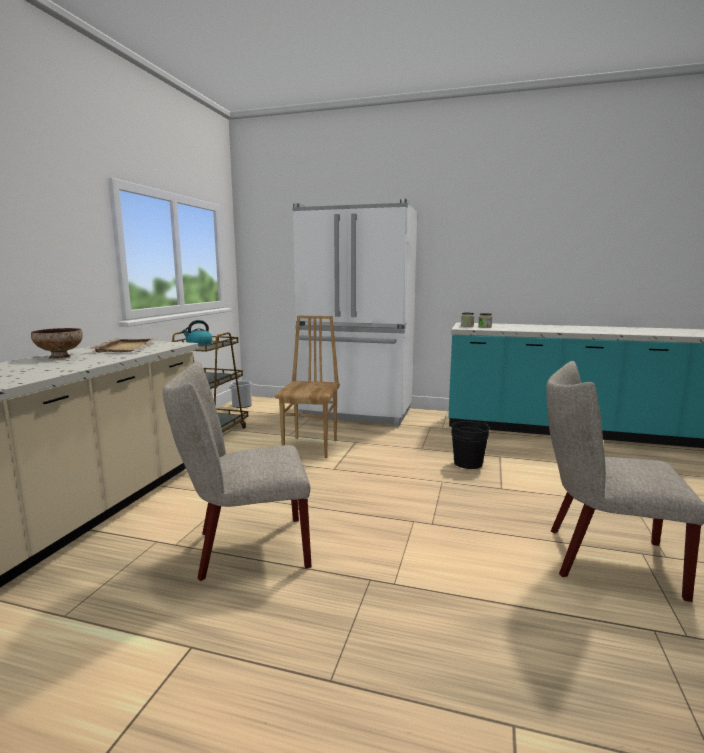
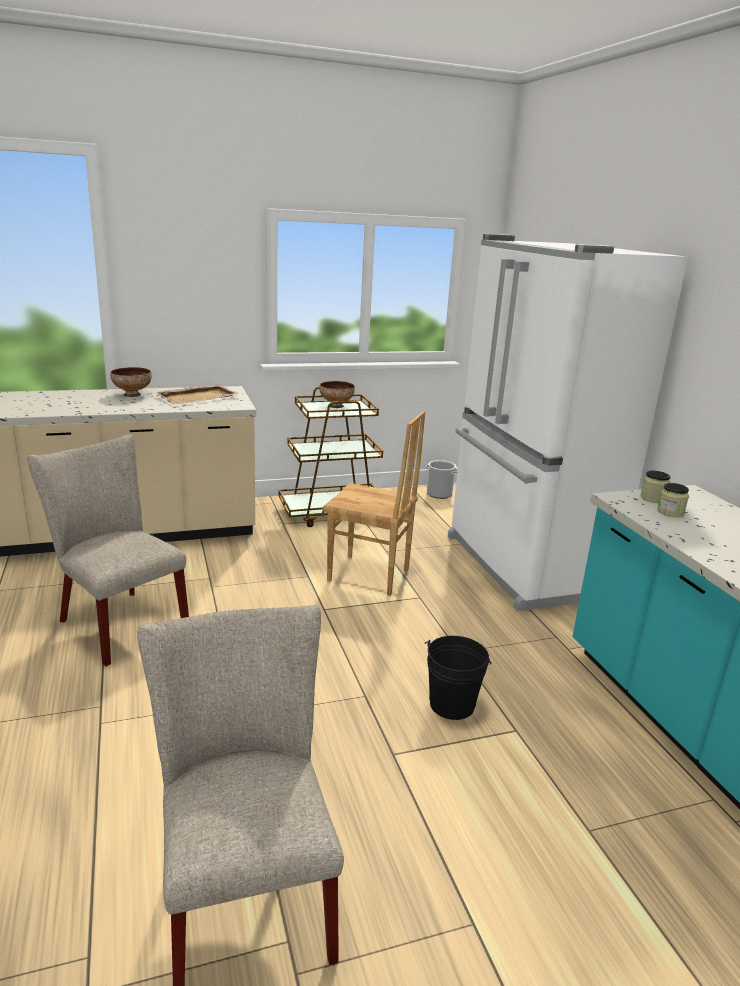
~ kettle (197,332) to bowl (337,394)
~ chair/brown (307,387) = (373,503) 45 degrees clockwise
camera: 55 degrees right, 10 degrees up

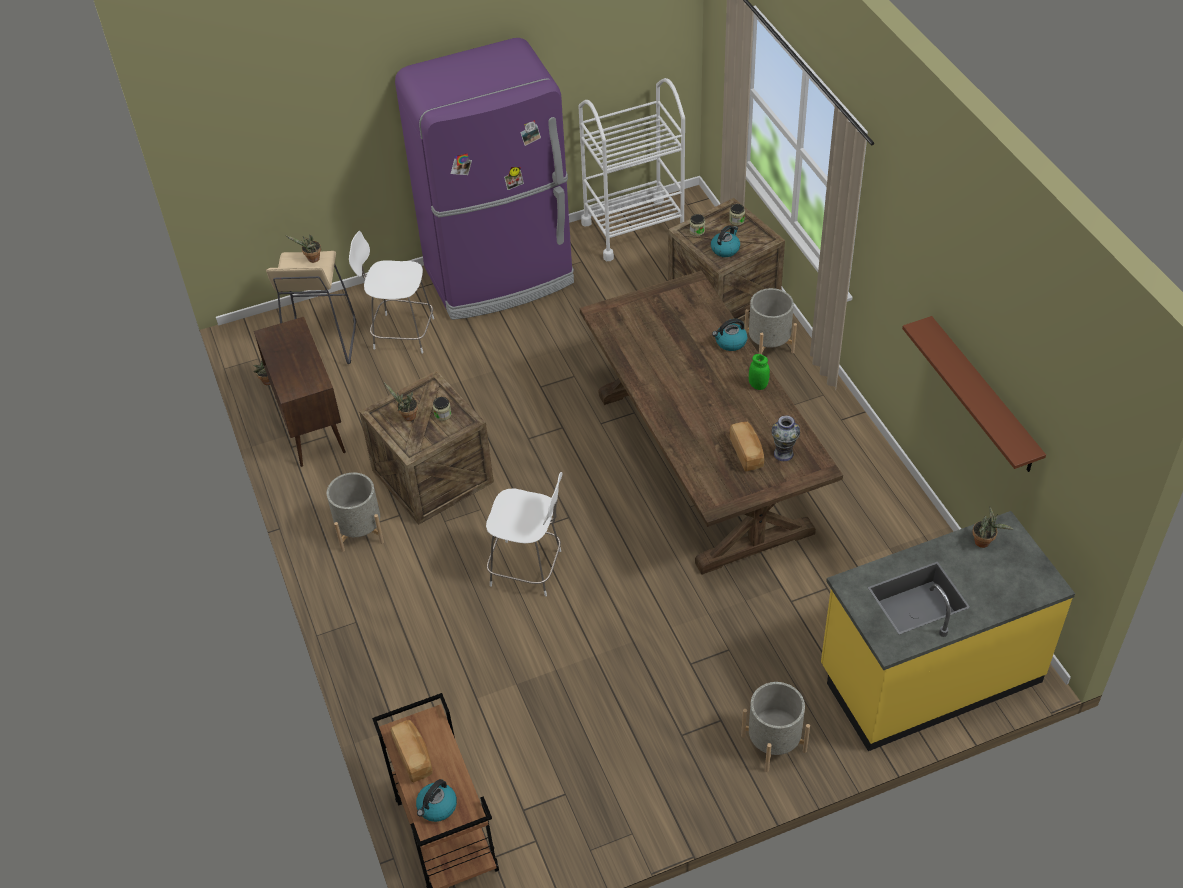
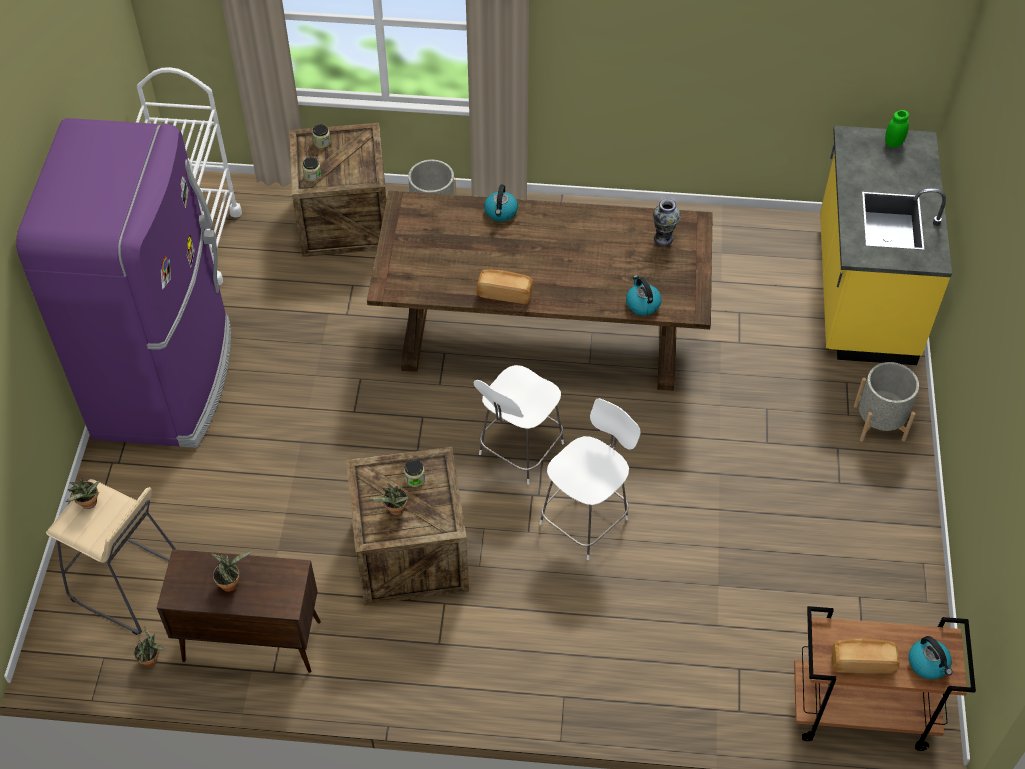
~ potted plant (992,527) to (230,572)
~ stool/white (391,292) to (519,425)
~ bread (747,447) to (505,287)
~ kettle (725,241) to (644,295)
~ jar/green (759,372) to (897,129)
- planter/grey (355,512)
- shelf/brown (974,394)
camera: 65 degrees left, 5 degrees up

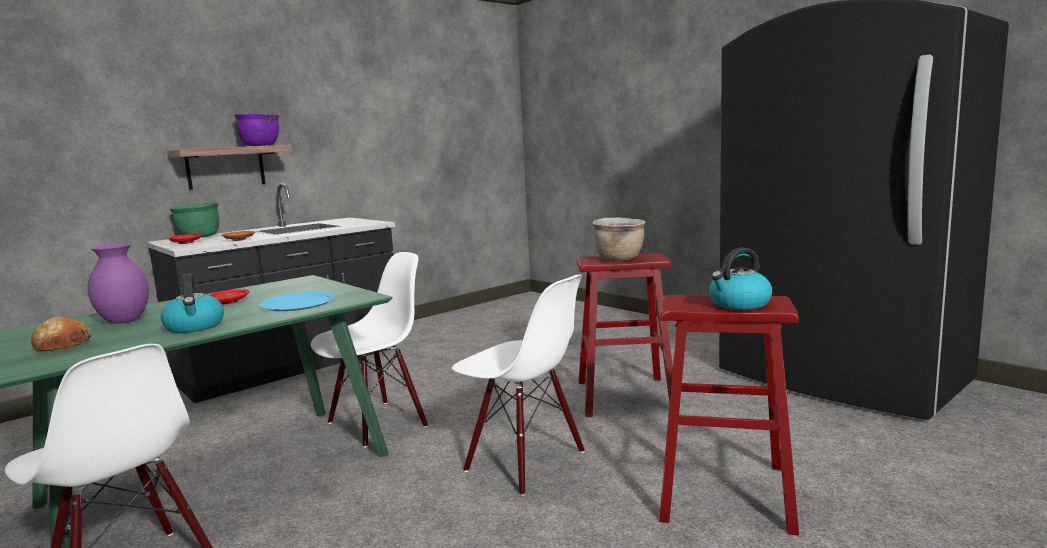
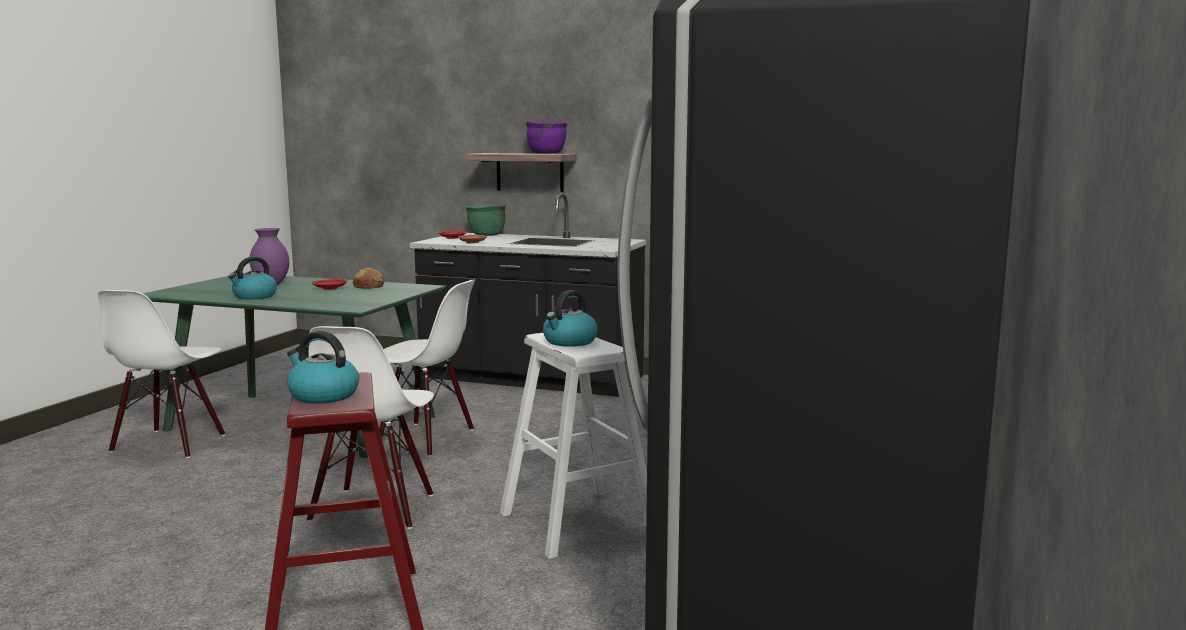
~ bread (61,334) to (368,278)
~ stool/red (624,335) to stool/white (573,446)
~ cooking pot/brown (619,239) to kettle (570,318)
- plate/blue (297,301)
camera: 60 degrees right, 0 degrees up

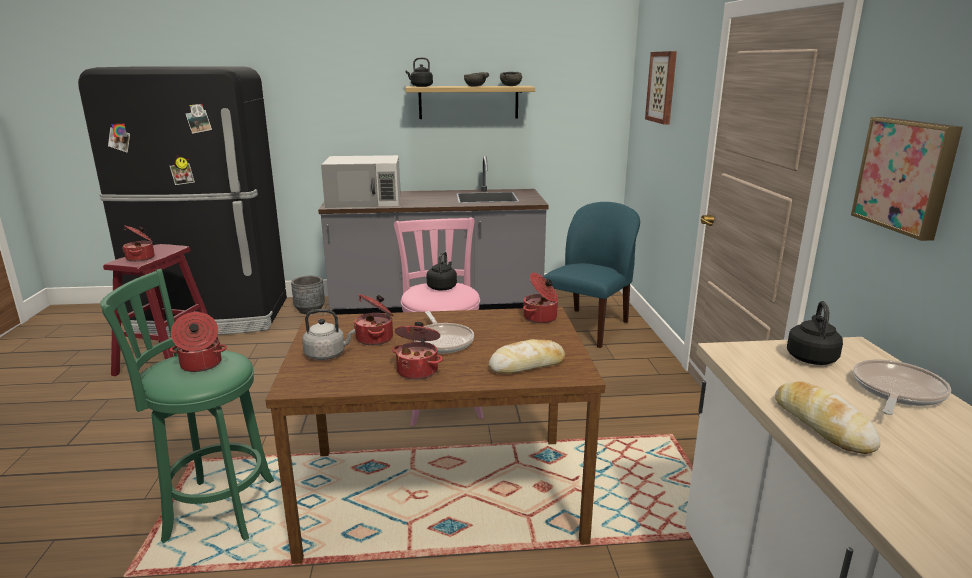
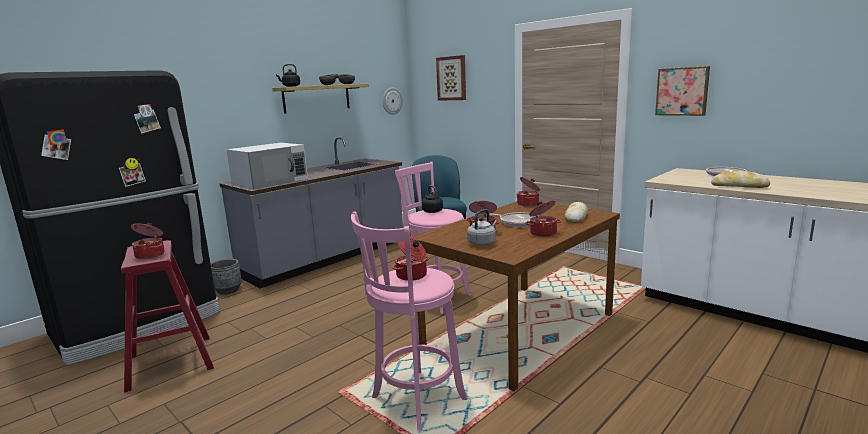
~ stool/green (187,406) to stool/pink (409,321)
+ wall clock (393,101)
- kettle/black (815,333)
camera: 40 degrees left, 5 degrees down

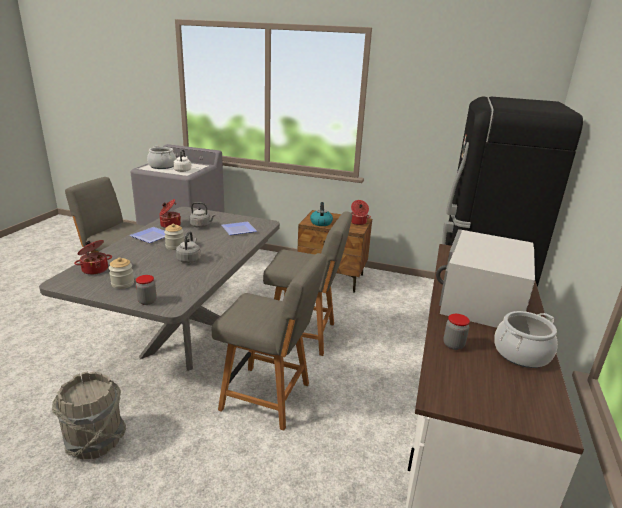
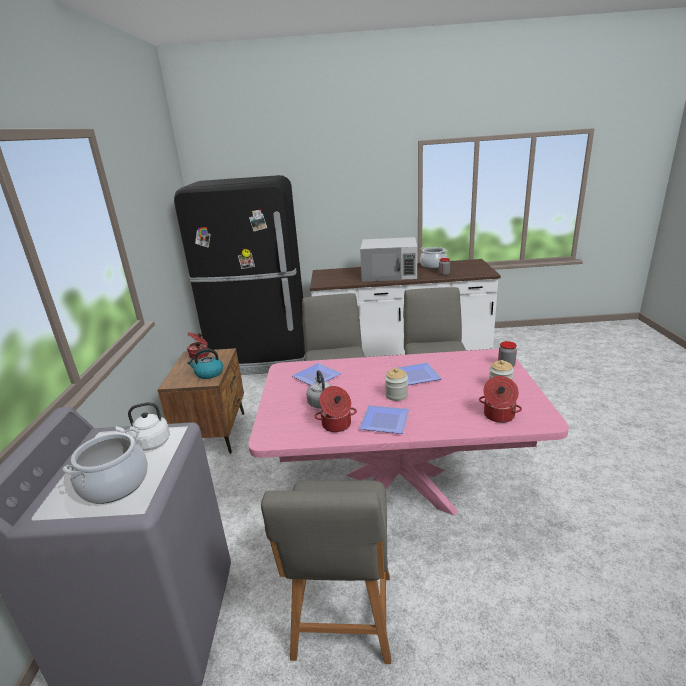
~ dining table/grey (159,289) to dining table/pink (409,432)
~ kettle/grey (188,247) to plate (420,374)
- bucket/grey (89,415)
camera: 105 degrees left, 0 degrees up

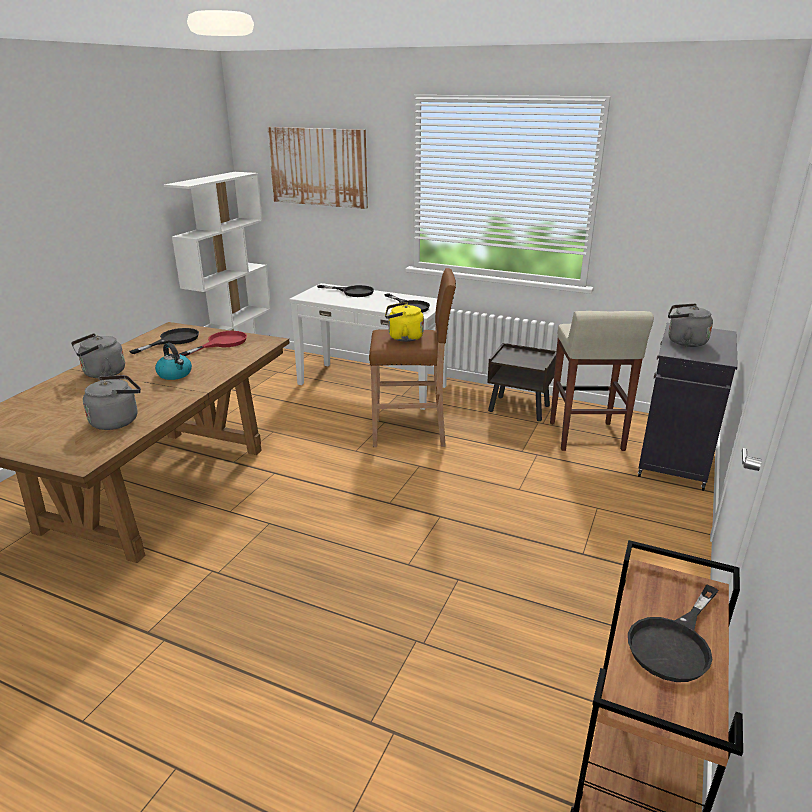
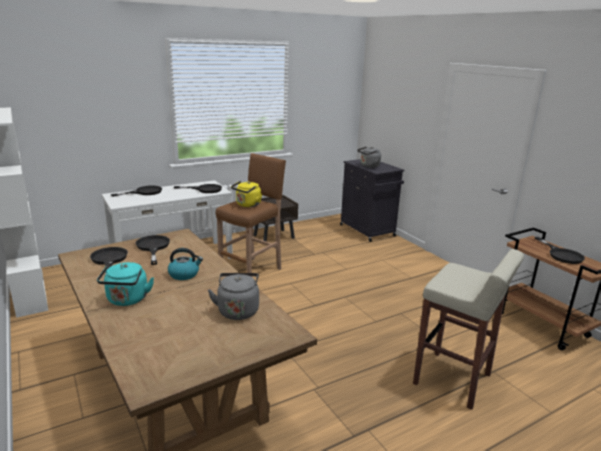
~ kettle/grey (98,355) to kettle/turquoise (125,284)
~ frying pan/red (213,343) to frying pan/black (153,250)
~ stool/beige (602,381) to (468,329)
- picture (317,168)
camera: 55 degrees left, 5 degrees down

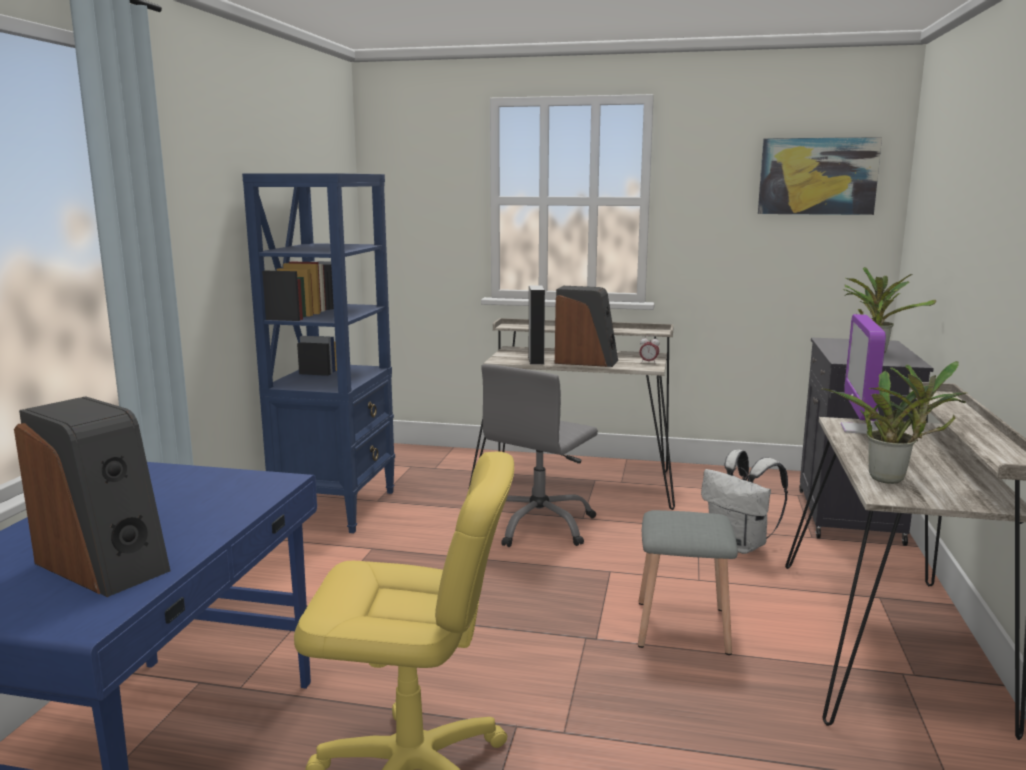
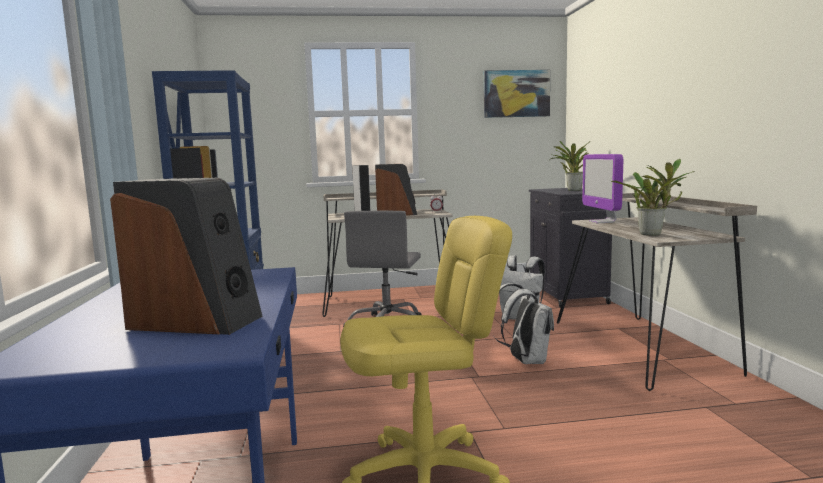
~ stool/grey (688,582) to backpack/white (523,323)
camera: 20 degrees left, 5 degrees down

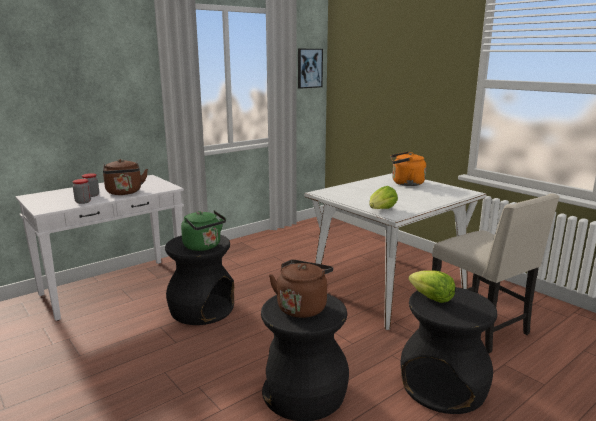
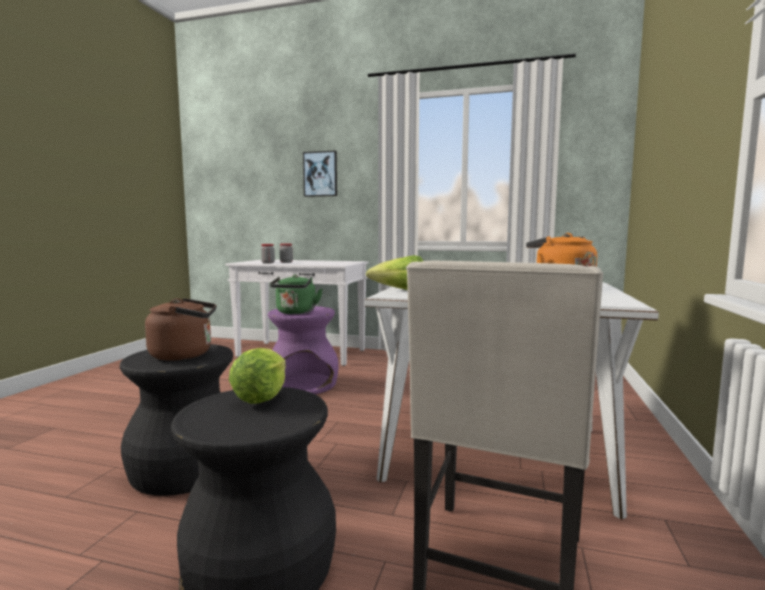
~ stool/black (199,280) to stool/purple (303,350)
~ picture (310,69) to (320,174)
- kettle/brown (125,177)
camera: 55 degrees right, 10 degrees down

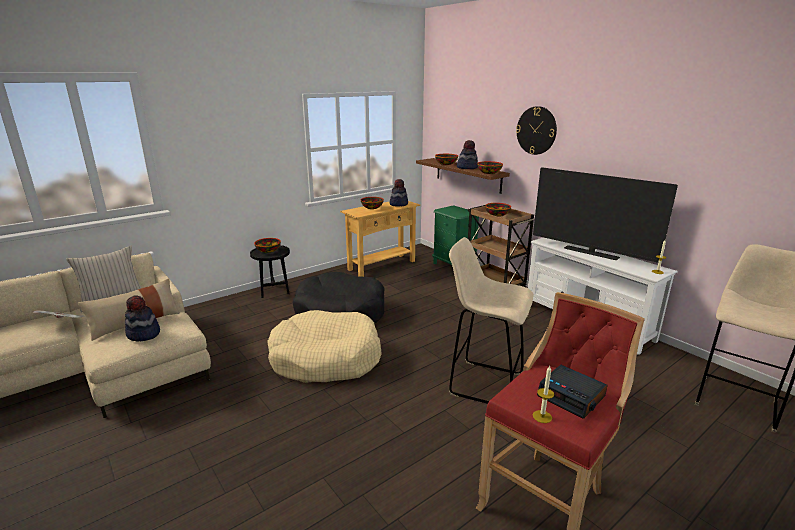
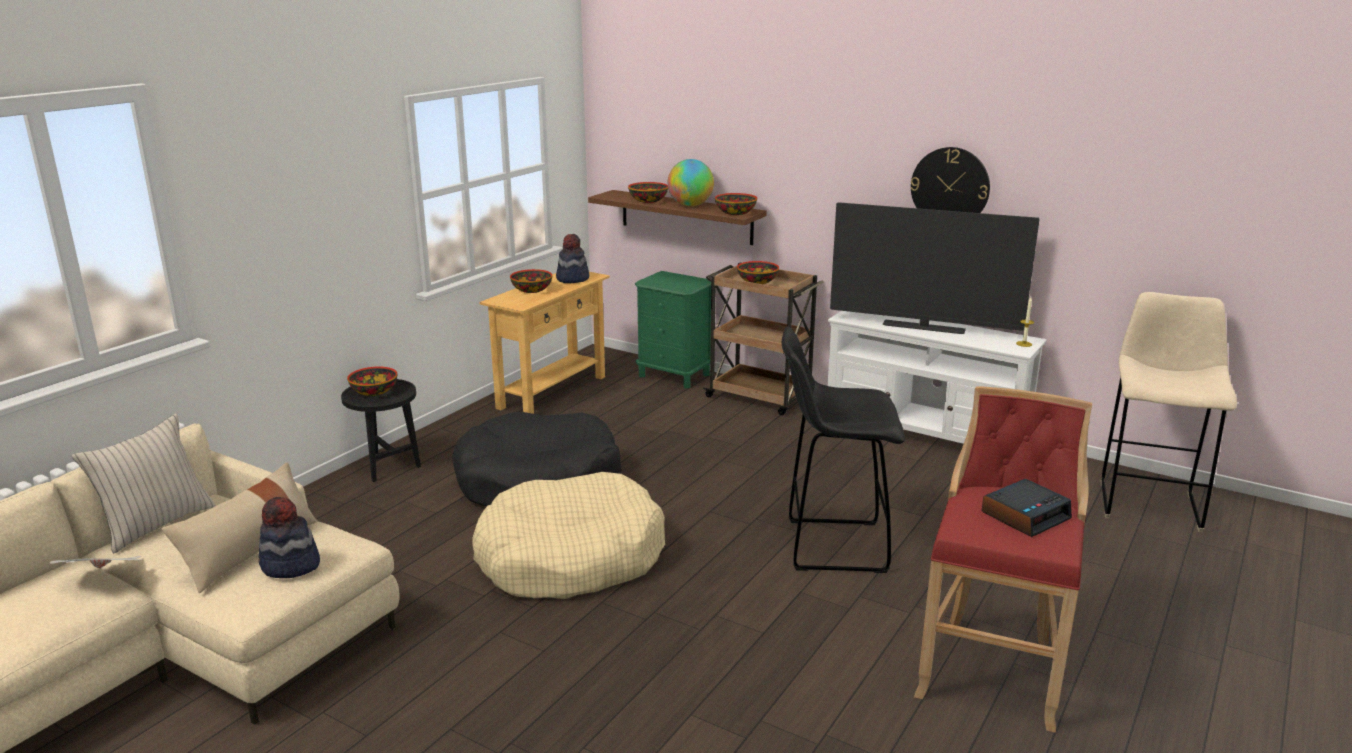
~ hat (467,154) to globe (691,182)
~ stool/beige (491,320) to stool/black (843,449)
~ wall clock (536,130) to (950,180)
~ alarm clock (572,392) = (1027,508) 60 degrees counterclockwise
- candle (543,394)
camera: 20 degrees left, 0 degrees up

